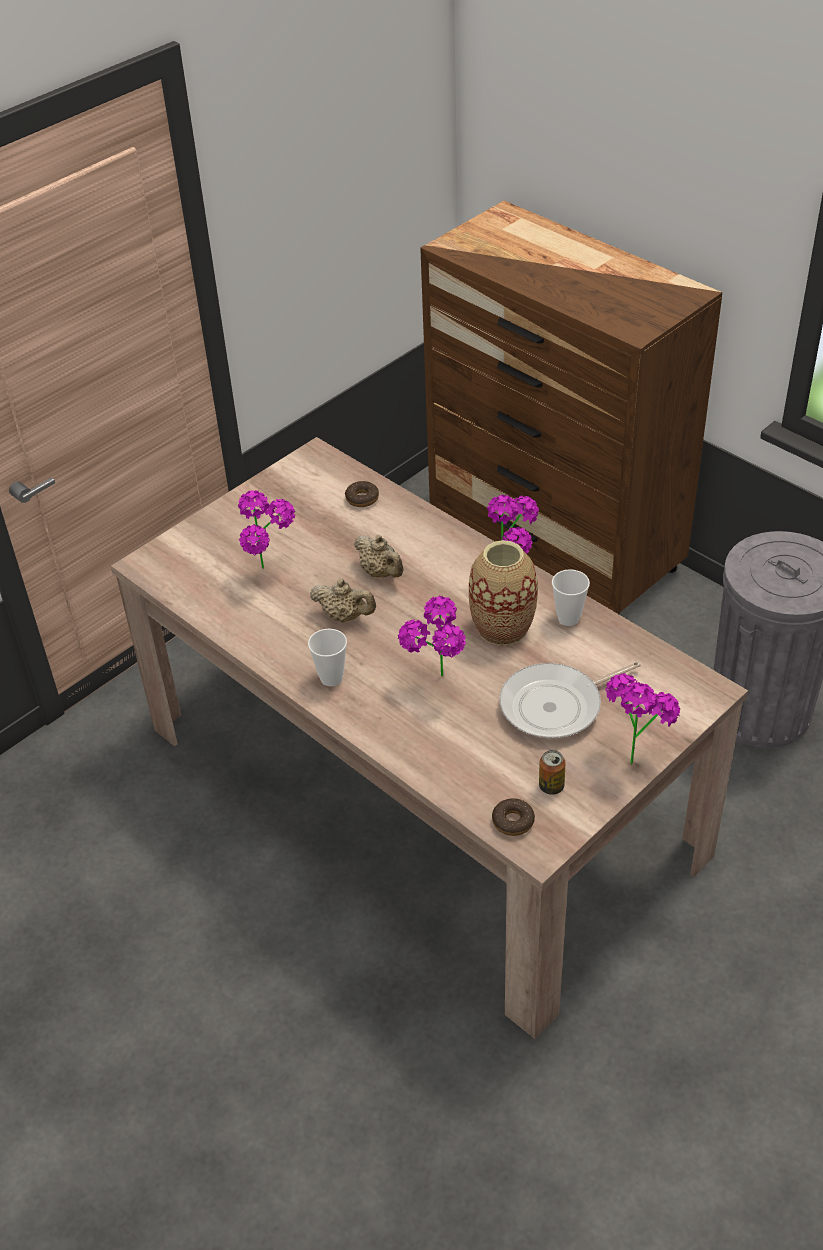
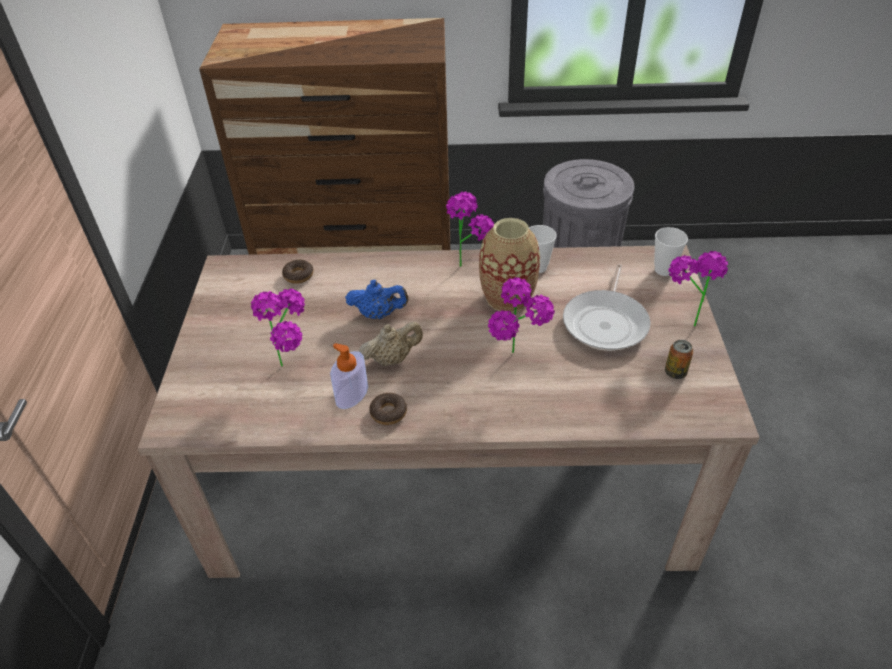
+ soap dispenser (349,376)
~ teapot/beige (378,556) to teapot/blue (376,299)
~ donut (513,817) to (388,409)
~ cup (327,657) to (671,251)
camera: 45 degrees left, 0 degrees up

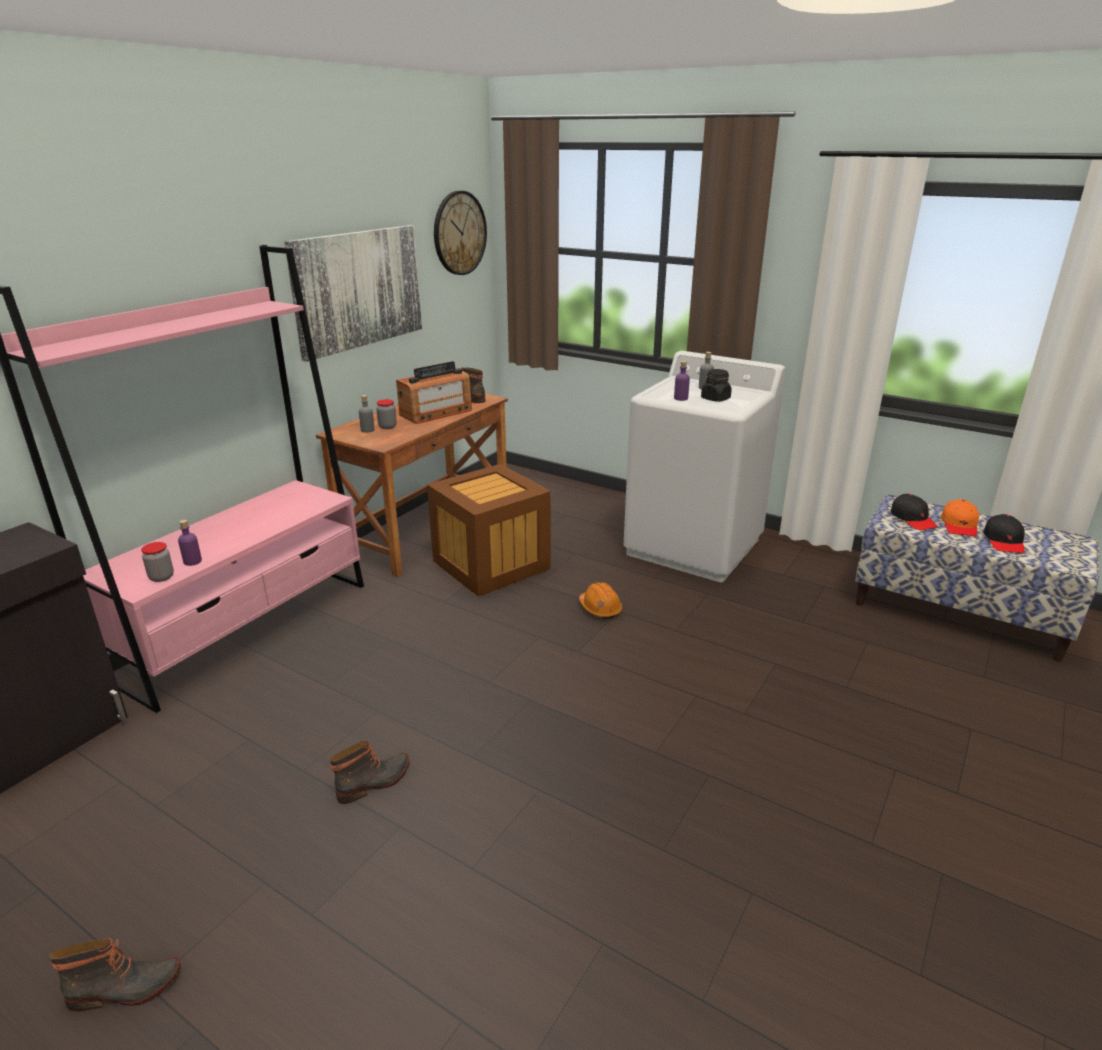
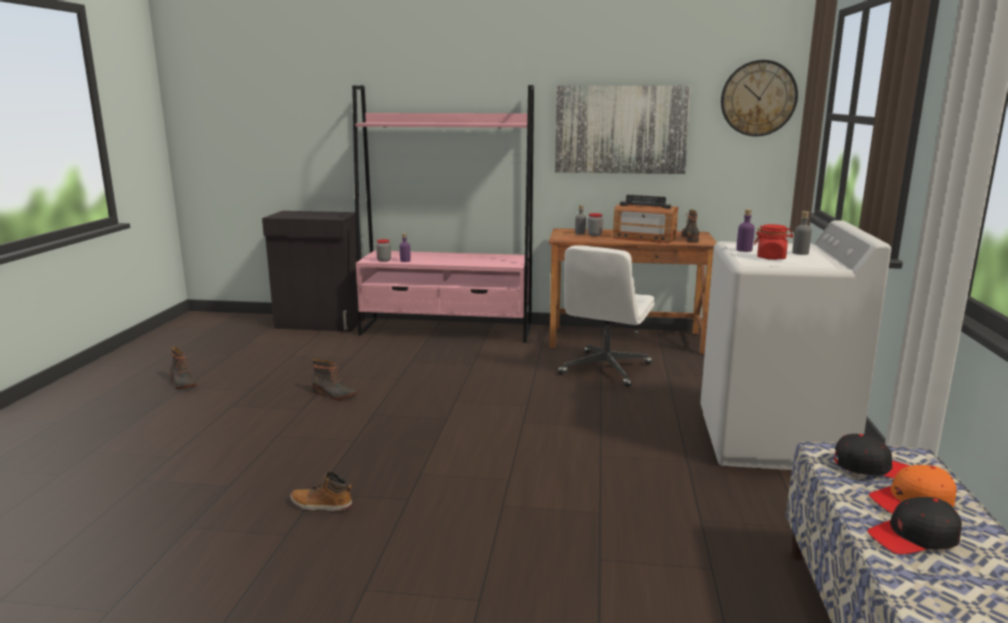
+ boot (321,491)
~ crate (489,530) to office chair/white (606,316)
~ jar/black (716,385) to jar/red (773,242)
~ cap/black (914,512) = (871,456) 120 degrees counterclockwise
- hard hat/orange (600,600)
camera: 65 degrees right, 10 degrees down

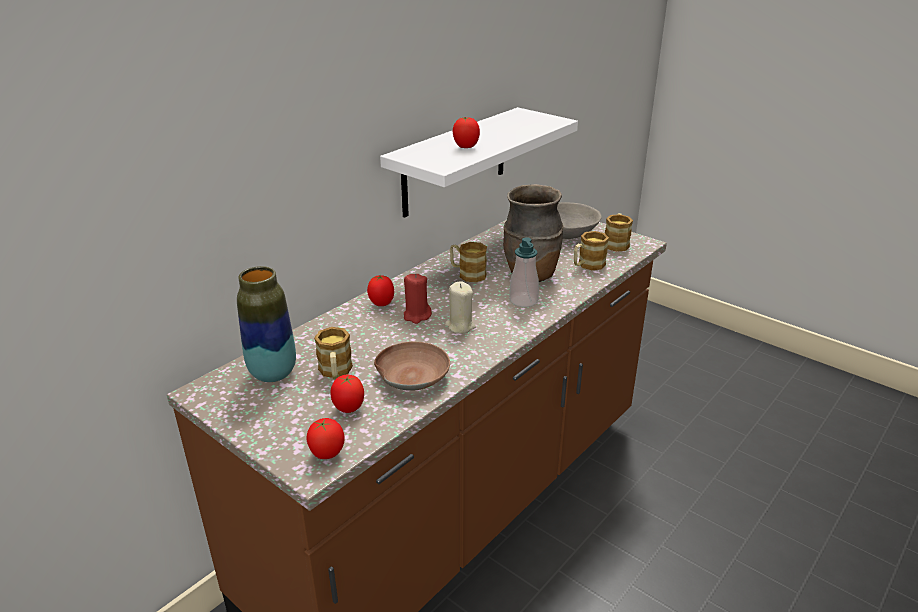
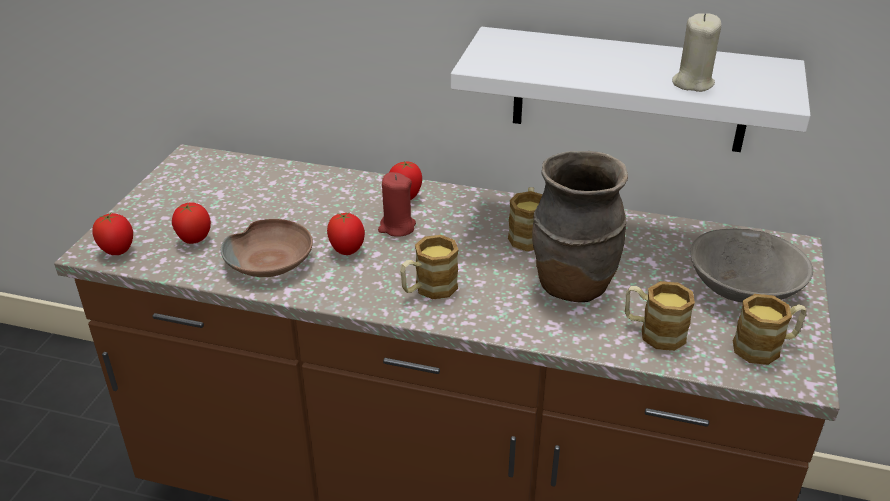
~ tomato (466,132) to (346,234)
~ mug (333,353) to (429,267)
~ candle/beige (460,307) to (696,52)
- vase (266,324)
- soap dispenser (524,272)
camera: 65 degrees right, 5 degrees up

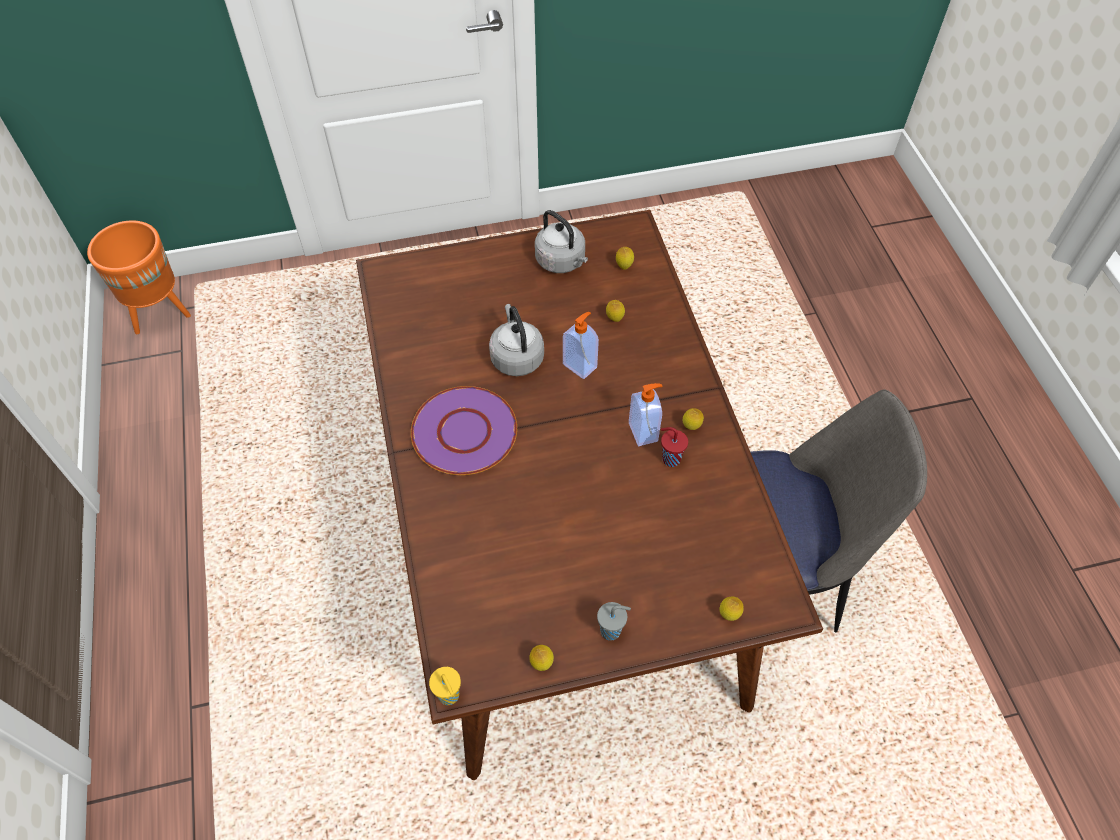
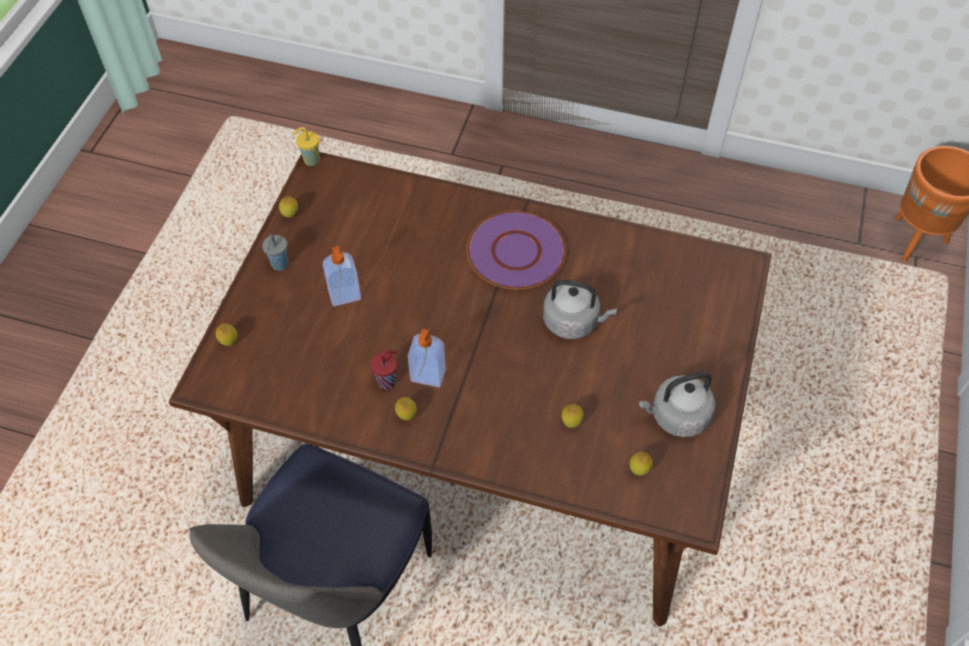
~ soap dispenser (581,345) to (342,276)
camera: 120 degrees right, 0 degrees up

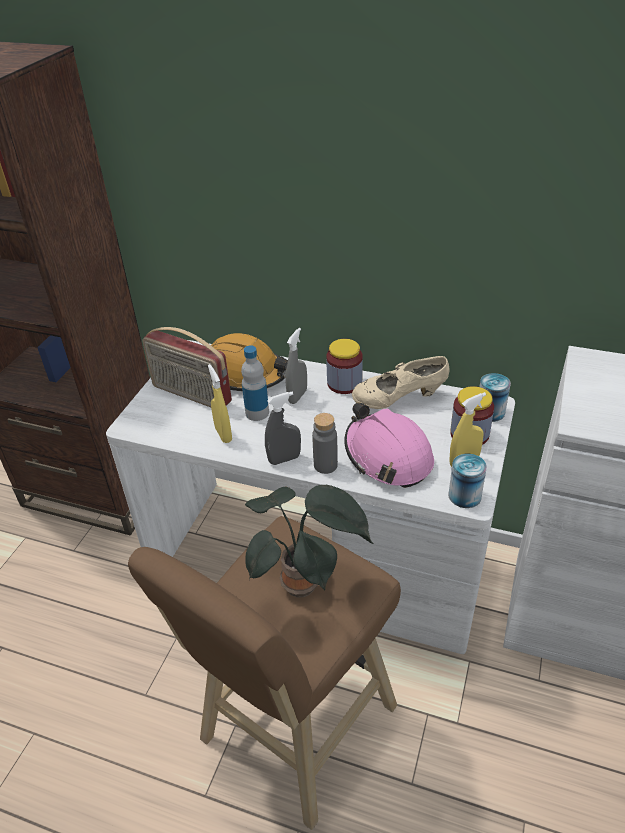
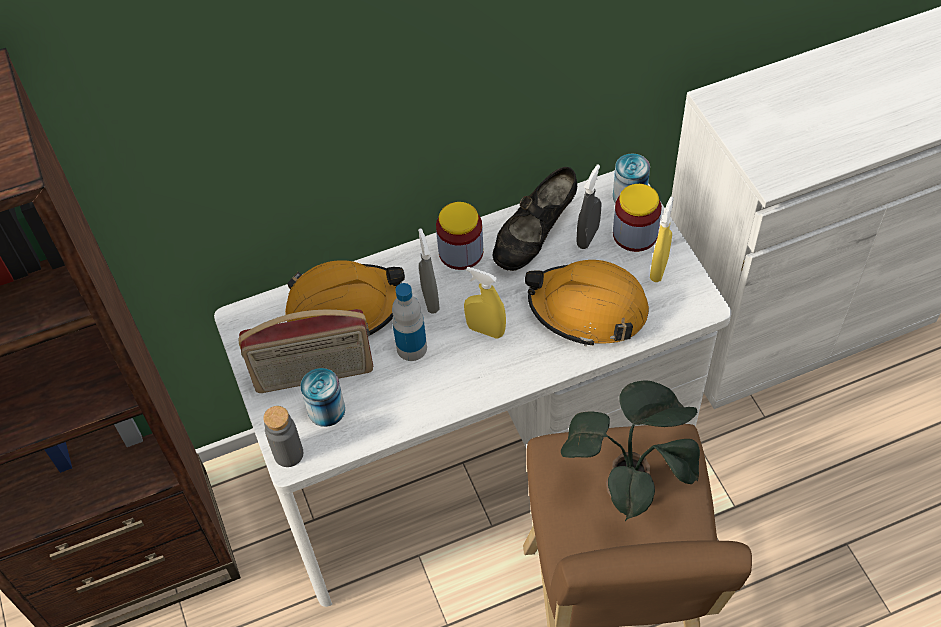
~ bottle/grey (325,443) to (283,436)
~ can (467,481) to (322,397)
~ spray bottle/yellow (220,403) to (485,303)
~ shoe/beige (401,382) to shoe/black (534,219)
~ hard hat/pink (389,445) to hard hat/orange (587,303)
~ spray bottle/grey (283,428) to (588,206)
camera: 40 degrees left, 15 degrees up

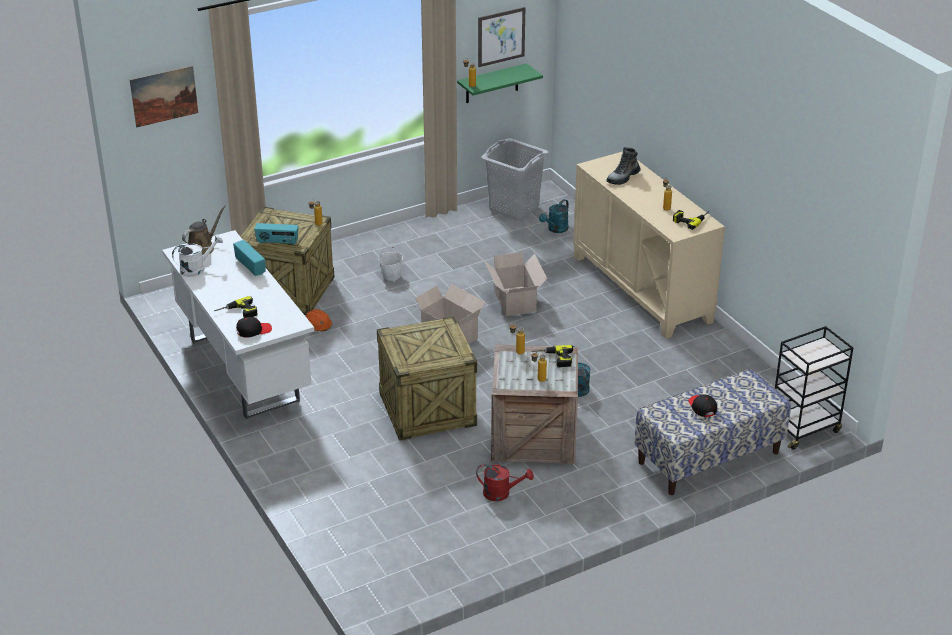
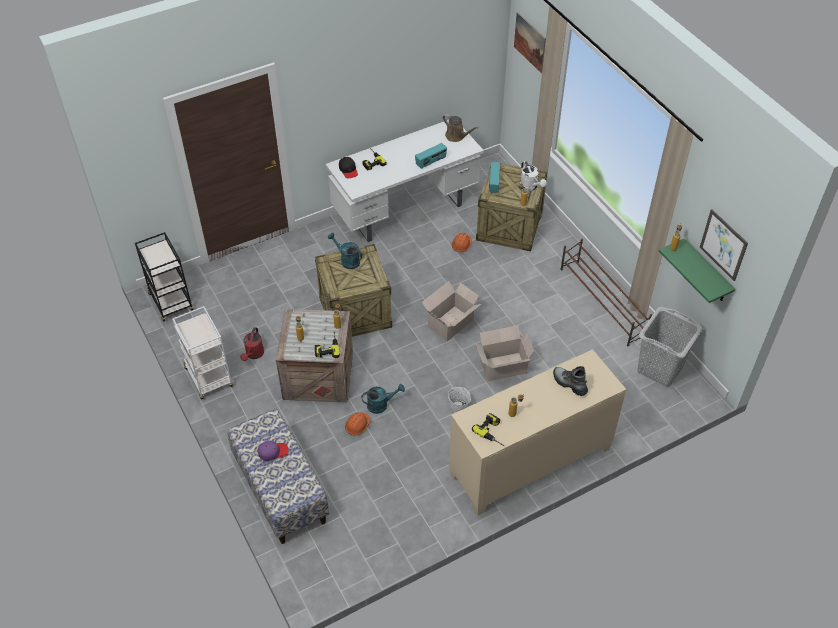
~ cart/black (814,388) to (164,277)
+ cart/white (203,353)
~ cap/black (702,406) to cap/purple (273,451)
~ watering can/turquoise (554,216) to (345,251)
+ hard hat/orange (358,424)
~ bucket/white (391,263) to (459,399)
~ watering can/white (197,256) to (533,176)
+ shoe rack/brown (606,292)
camera: 90 degrees right, 15 degrees up

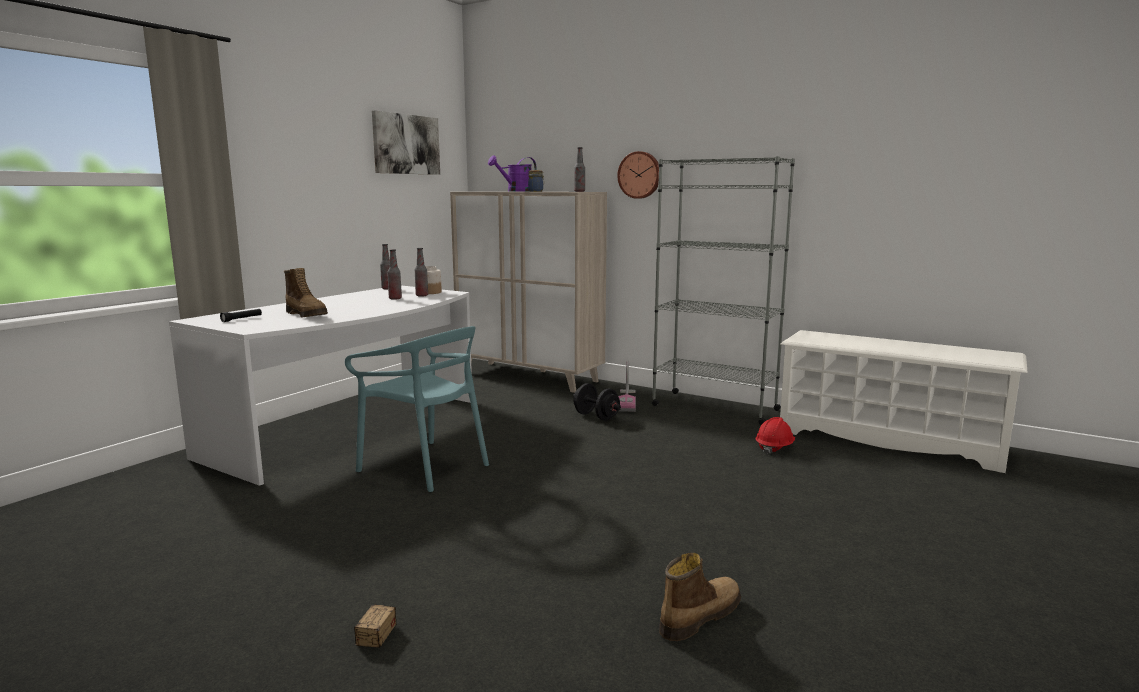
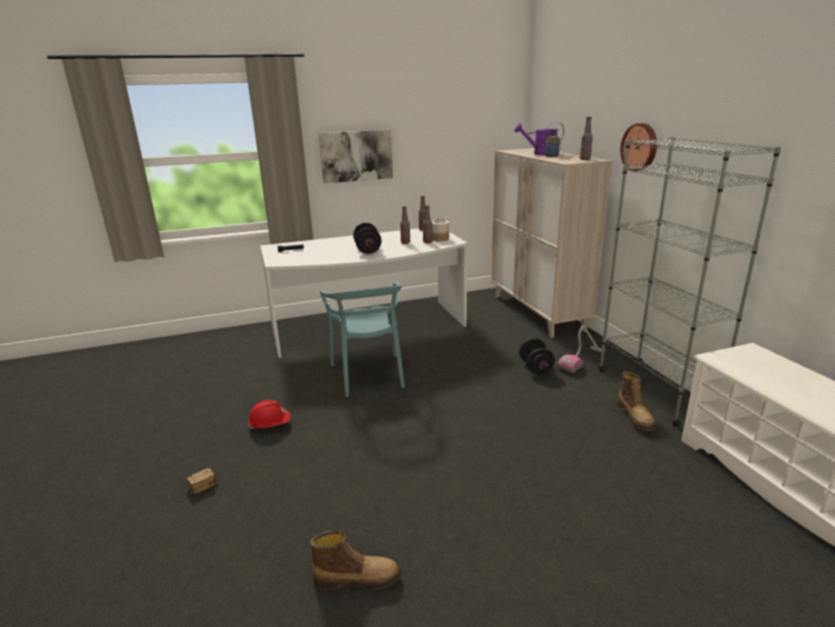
~ hard hat/red (775,435) to (269,414)
~ picture (406,142) to (356,156)
+ dumbbell/black (367,238)
~ boot (306,293) to (636,401)
camera: 40 degrees right, 10 degrees up

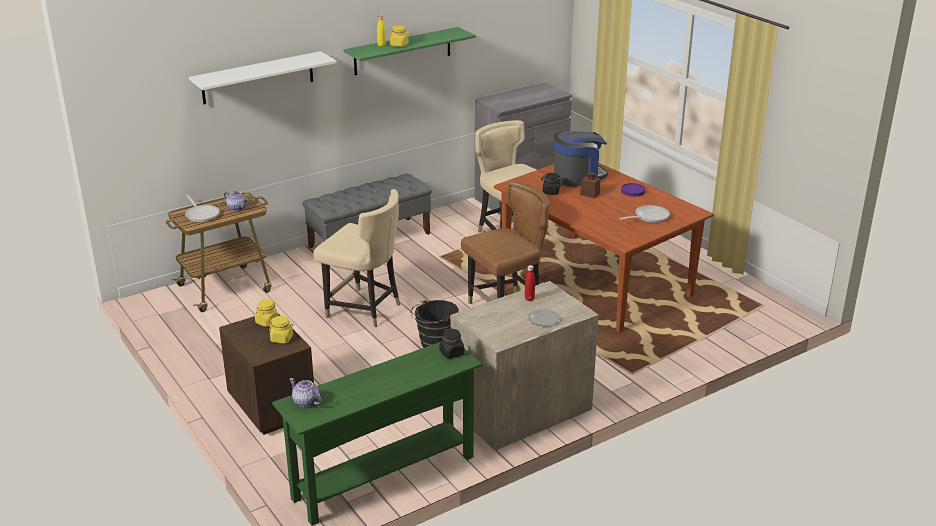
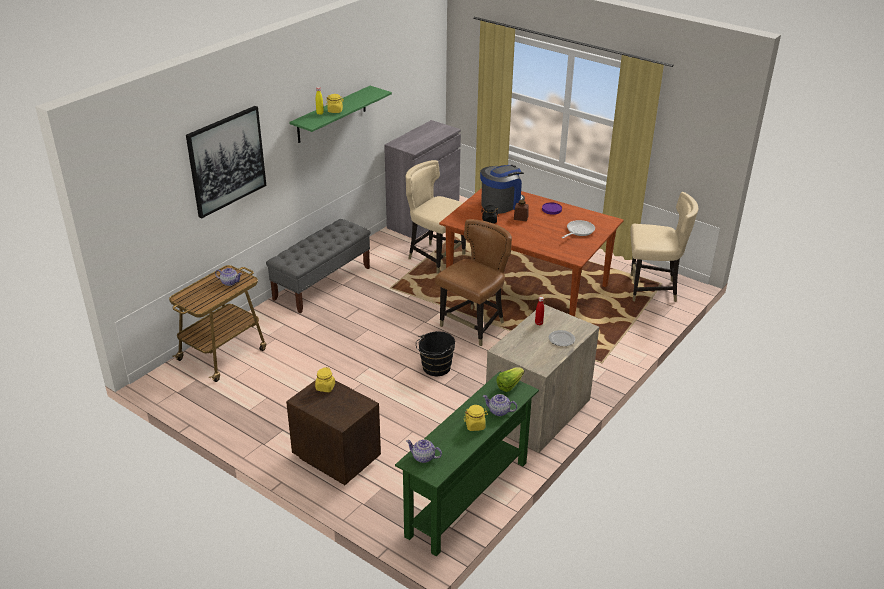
~ shelf/white (263,77) to picture (226,162)
~ jar/yellow (281,329) to (476,418)
+ teapot (500,405)
~ jar/black (452,343) to lettuce (510,379)
~ chair/beige (356,258) to (664,247)
- frying pan (202,208)
camera: 20 degrees left, 5 degrees up

